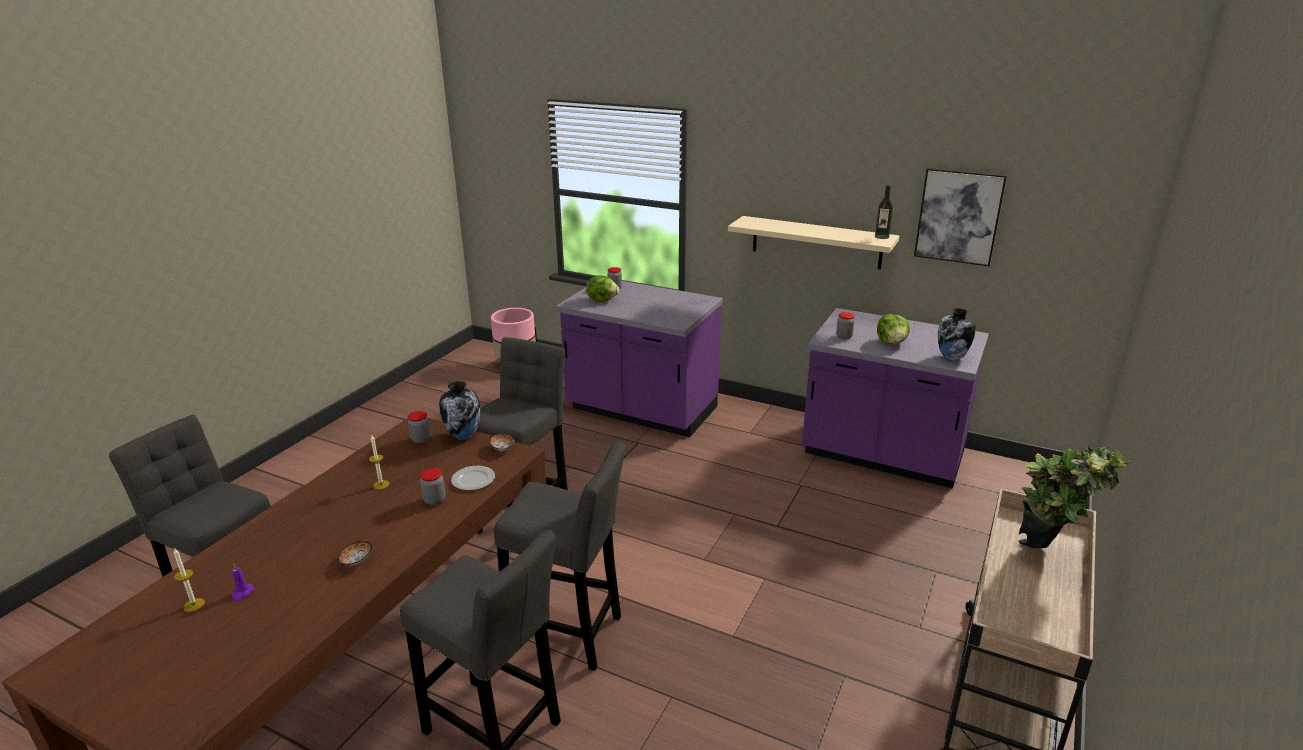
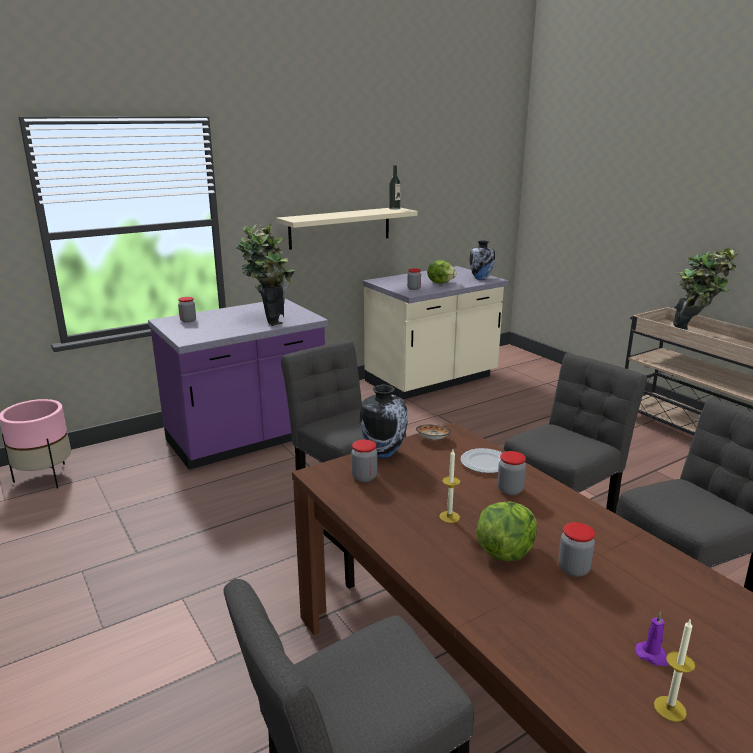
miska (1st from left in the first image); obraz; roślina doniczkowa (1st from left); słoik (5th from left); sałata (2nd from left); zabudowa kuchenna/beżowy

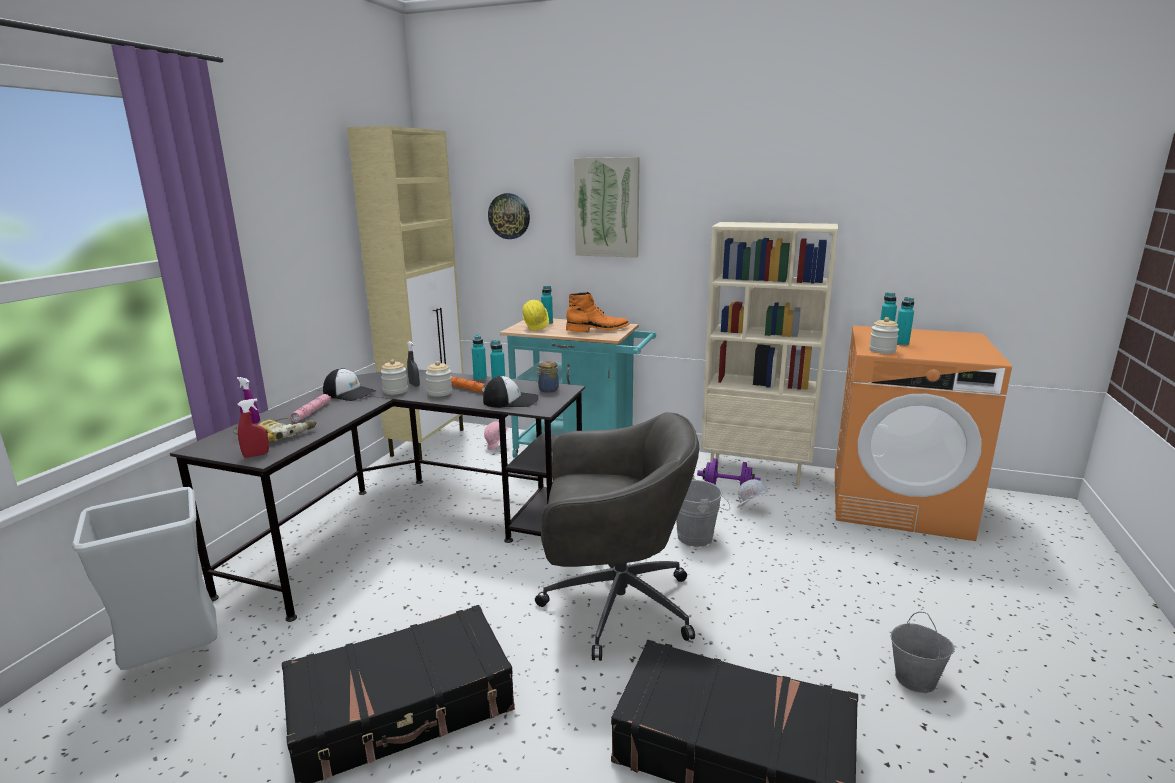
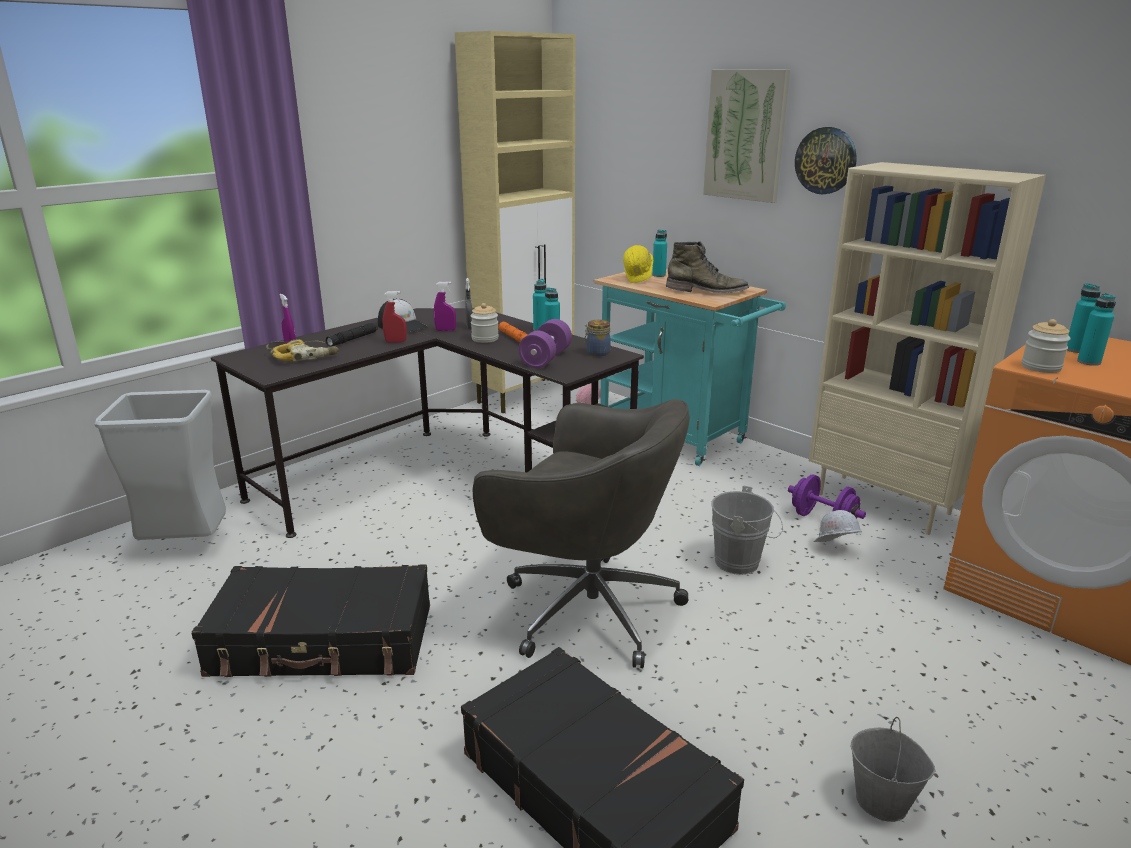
spryskiwacz/czerwony; zegar ścienny; spryskiwacz/fioletowy (2nd from left); hantel/fioletowy (1st from left); latarka/czarny; but z cholewką/zielony

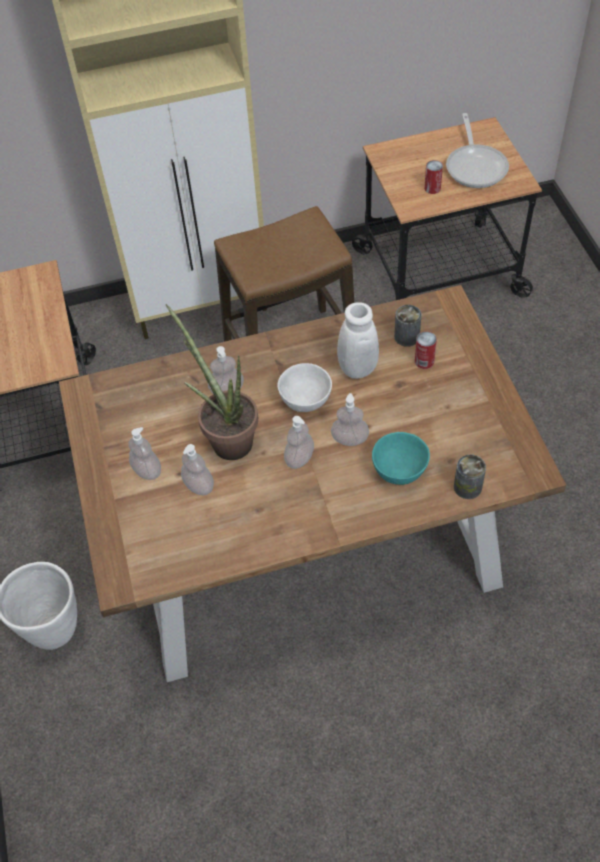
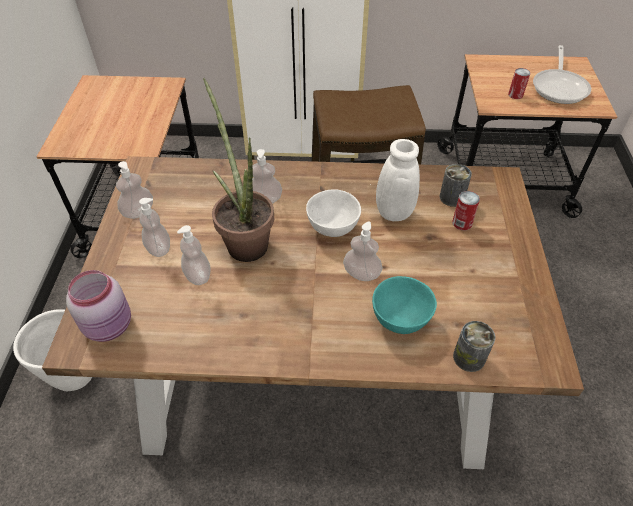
słoik/różowy; dozownik mydła (1st from left)

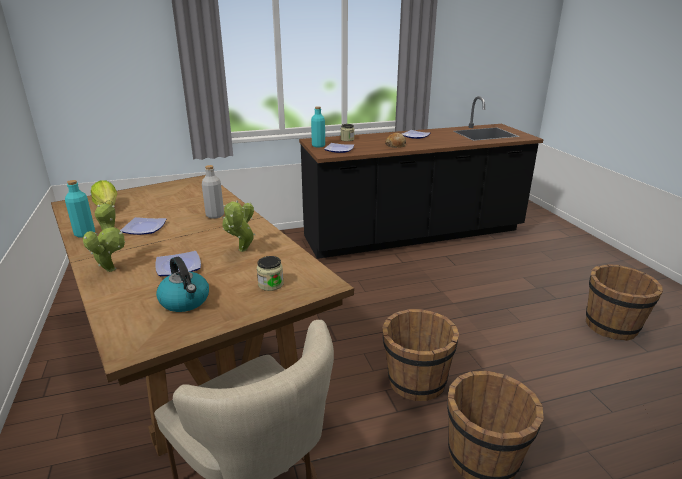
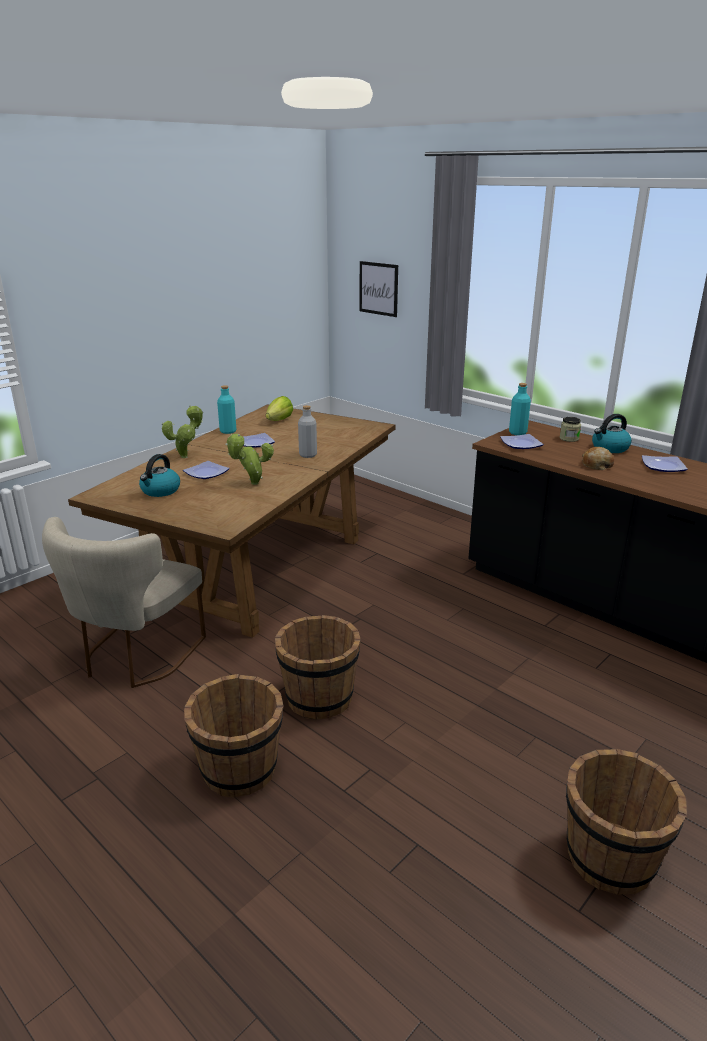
słoik (1st from left in the first image); obraz; czajnik (2nd from left)

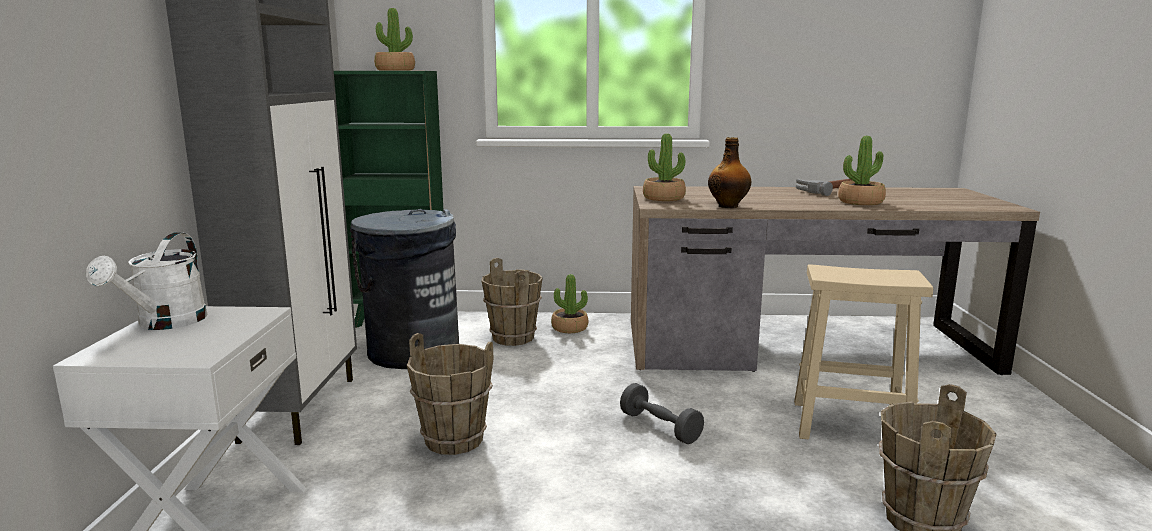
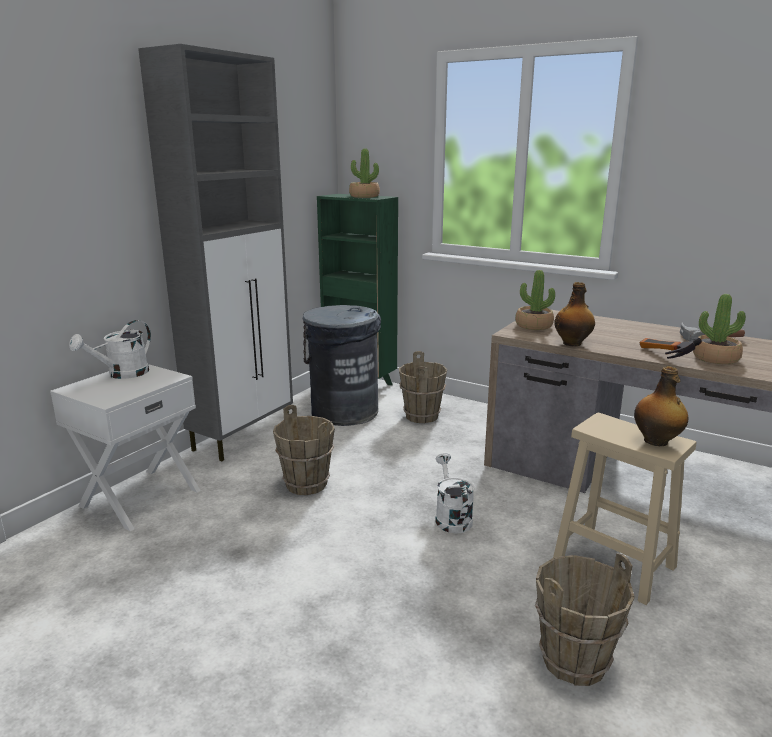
roślina doniczkowa (2nd from left in the first image); butelka (2nd from left); młotek (1st from left); konewka/biały (2nd from left)

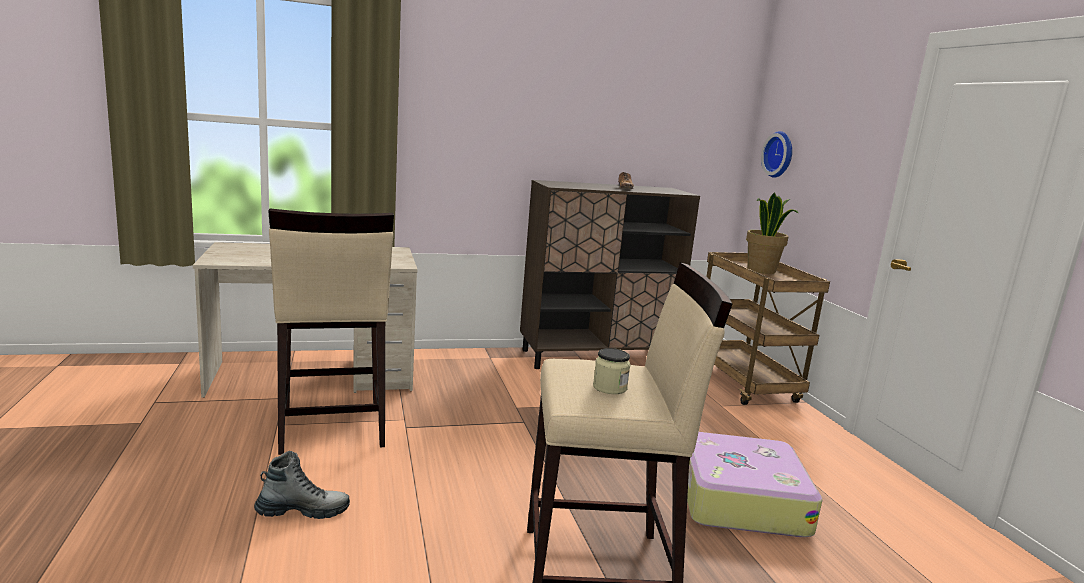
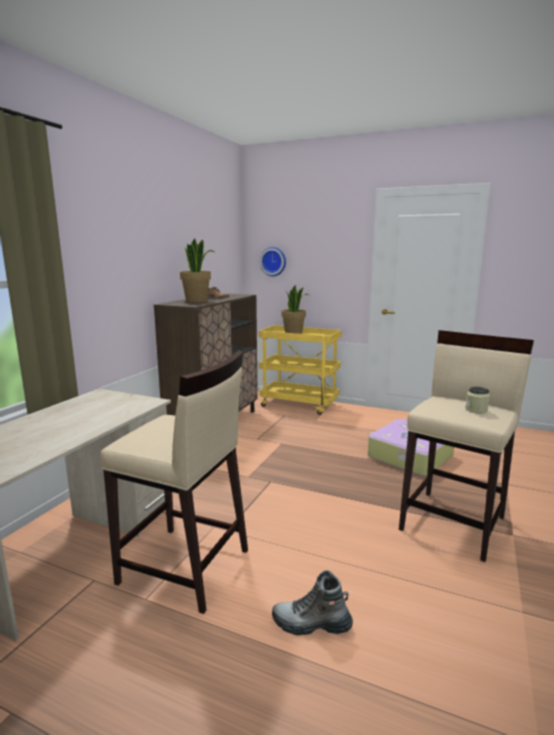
roślina doniczkowa (1st from left); wózek/żółty; but z cholewką

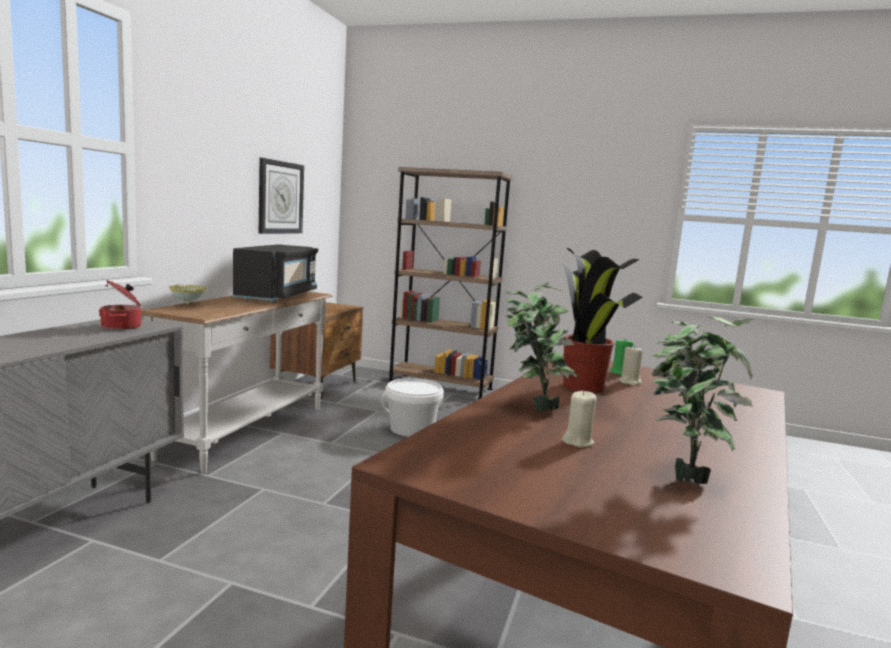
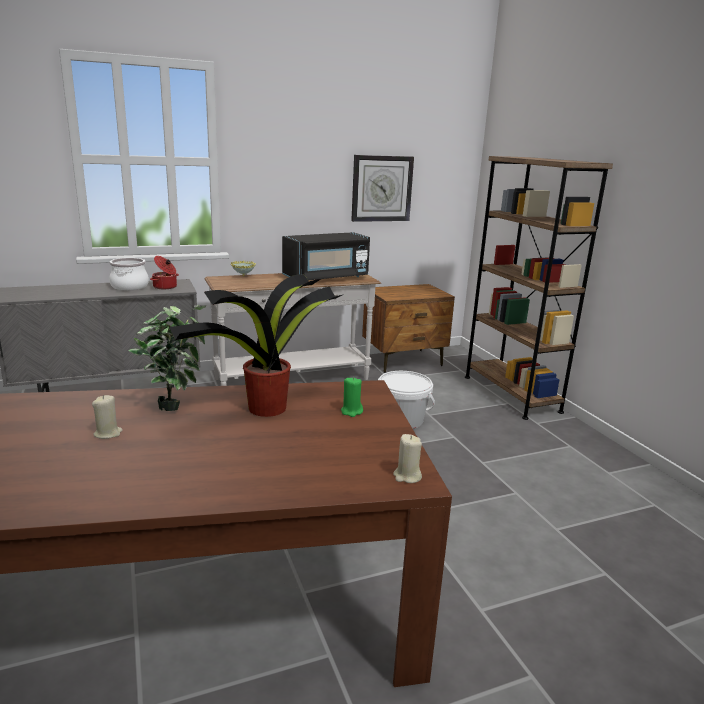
roślina doniczkowa (3rd from left in the first image); garnek (1st from left); świeca/beżowy (2nd from left)

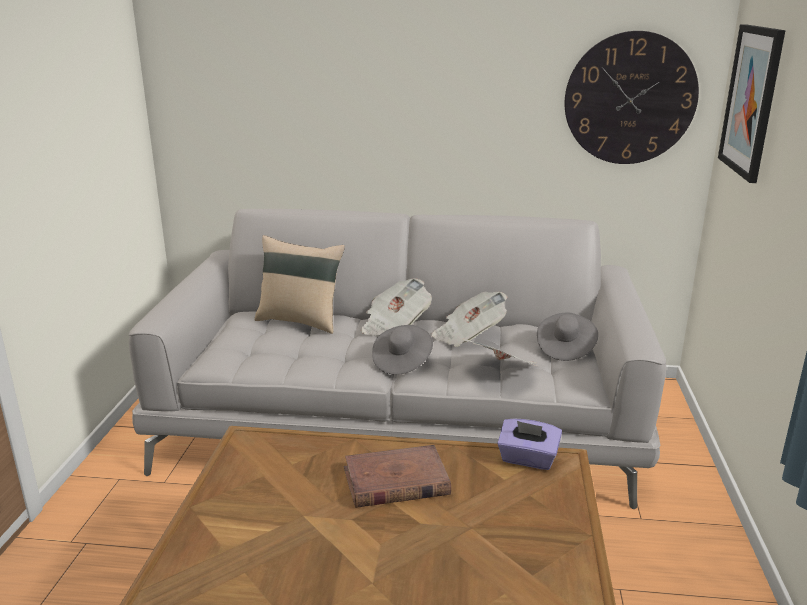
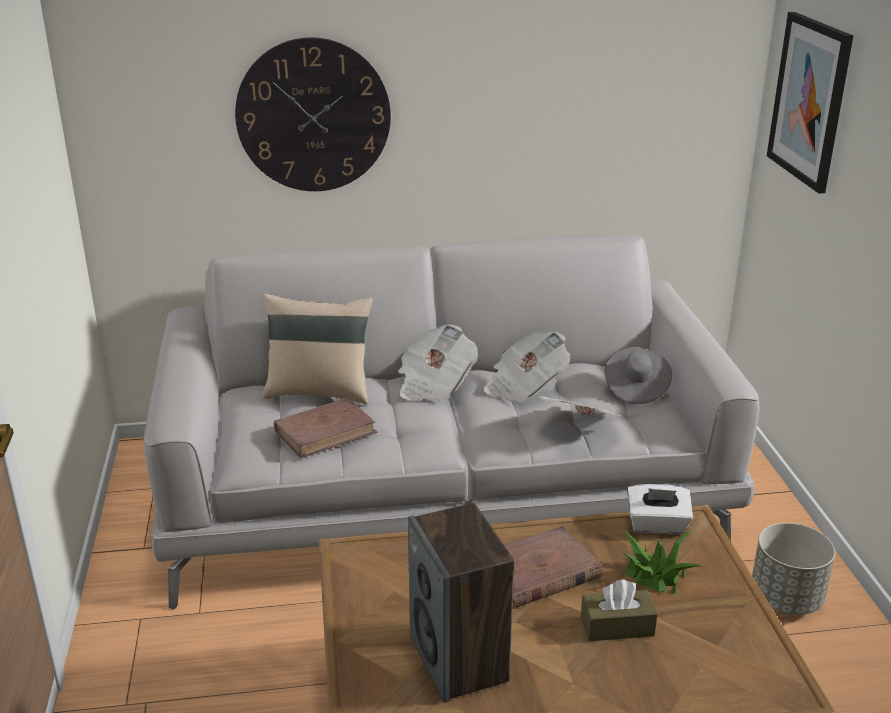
kapelusz/szary (1st from left in the first image); książka/brązowy (1st from left); głośnik; pudełko chusteczek/brązowy; roślina doniczkowa; donica/szary; zegar ścienny; pudełko chusteczek/biały

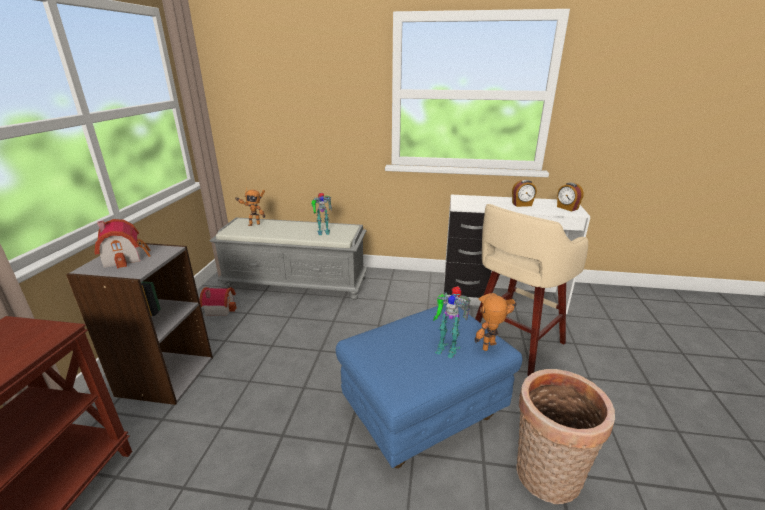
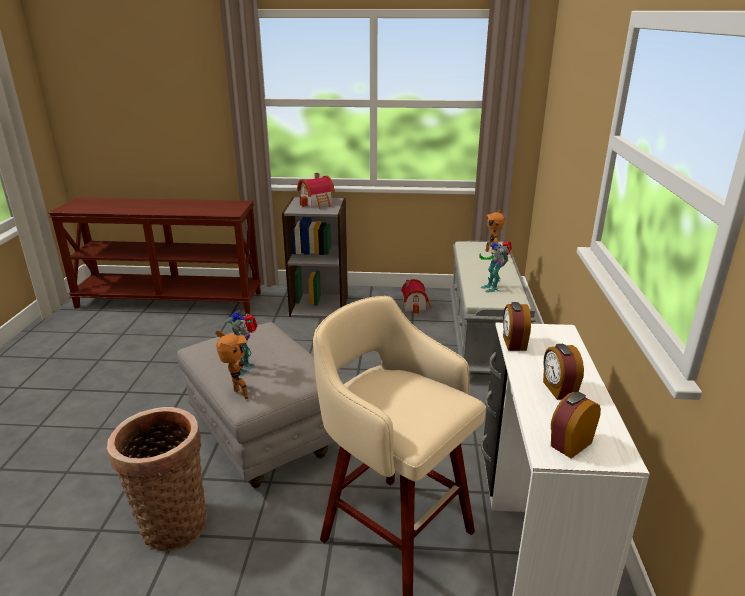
budzik (1st from left); pufa/szary

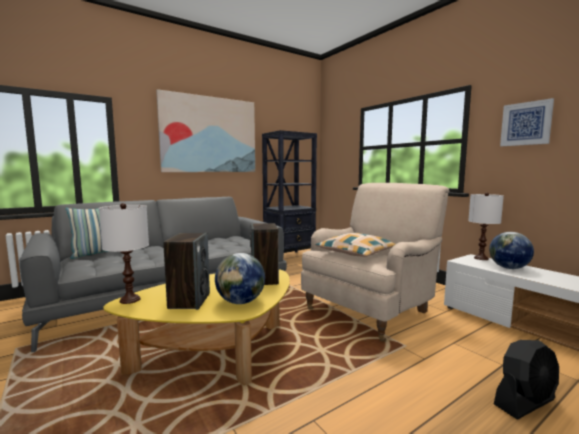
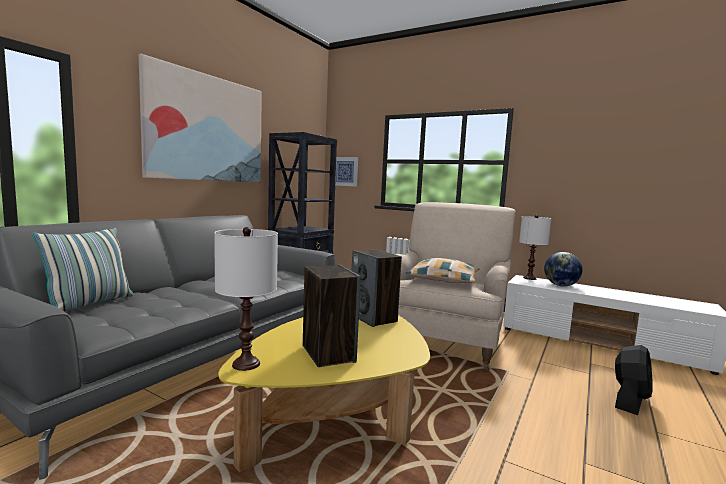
globus (1st from left in the first image); obraz (2nd from left)

